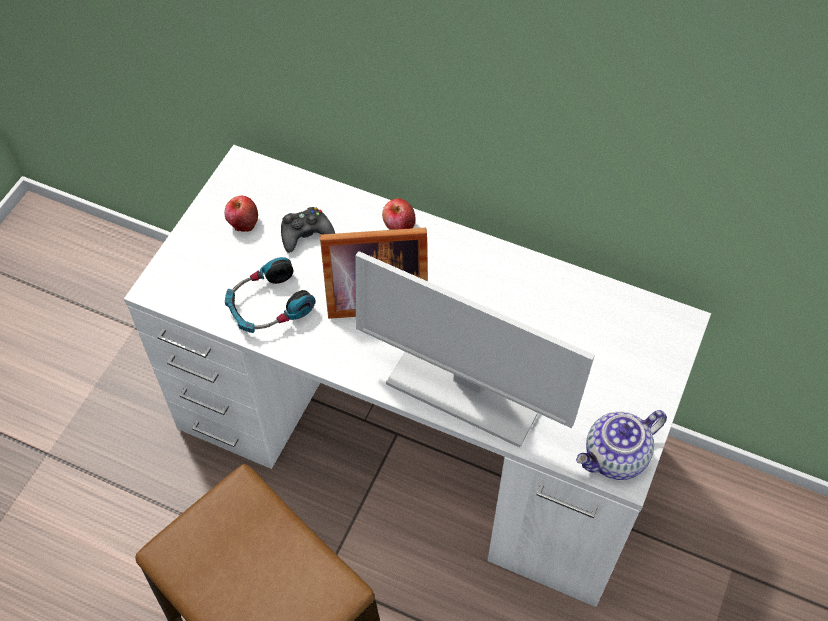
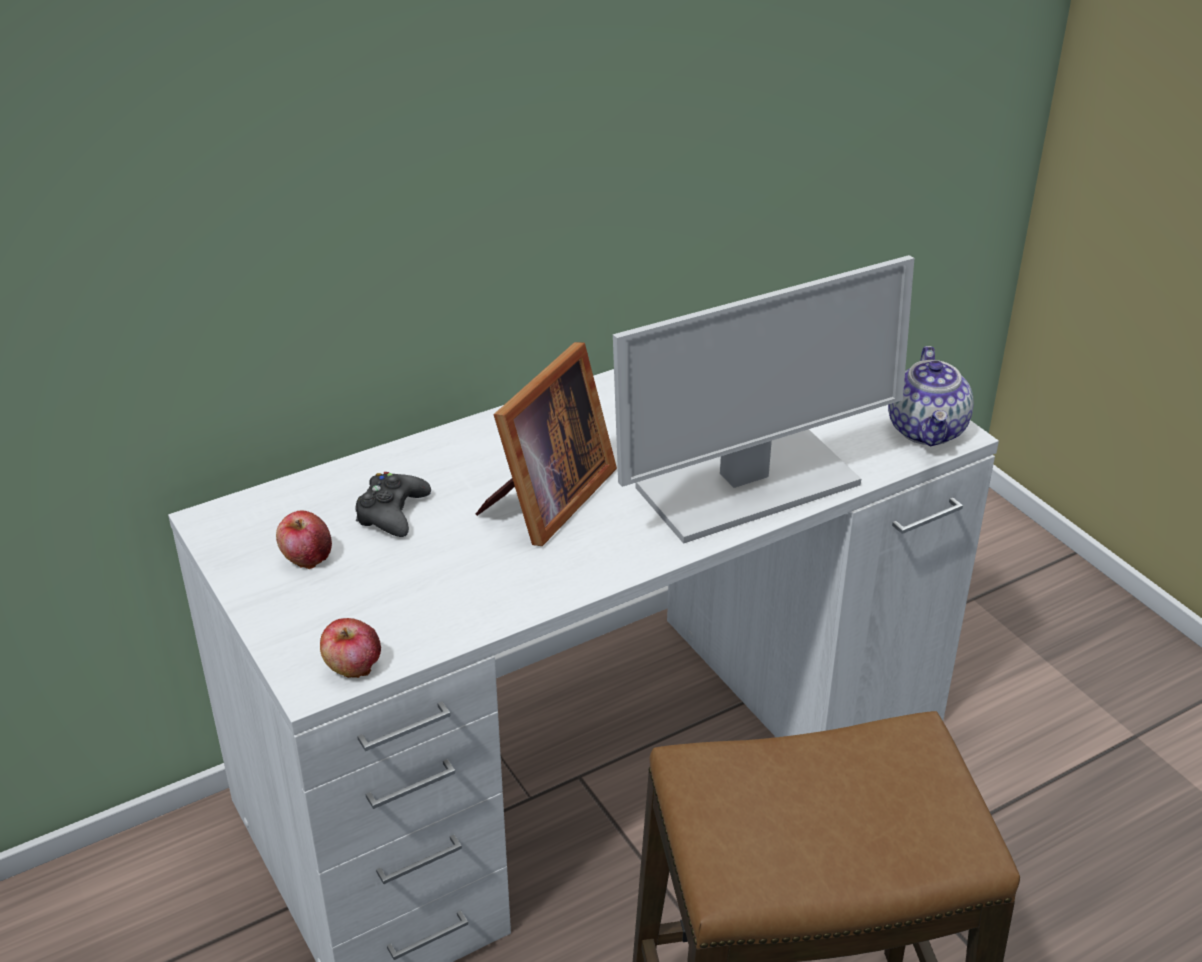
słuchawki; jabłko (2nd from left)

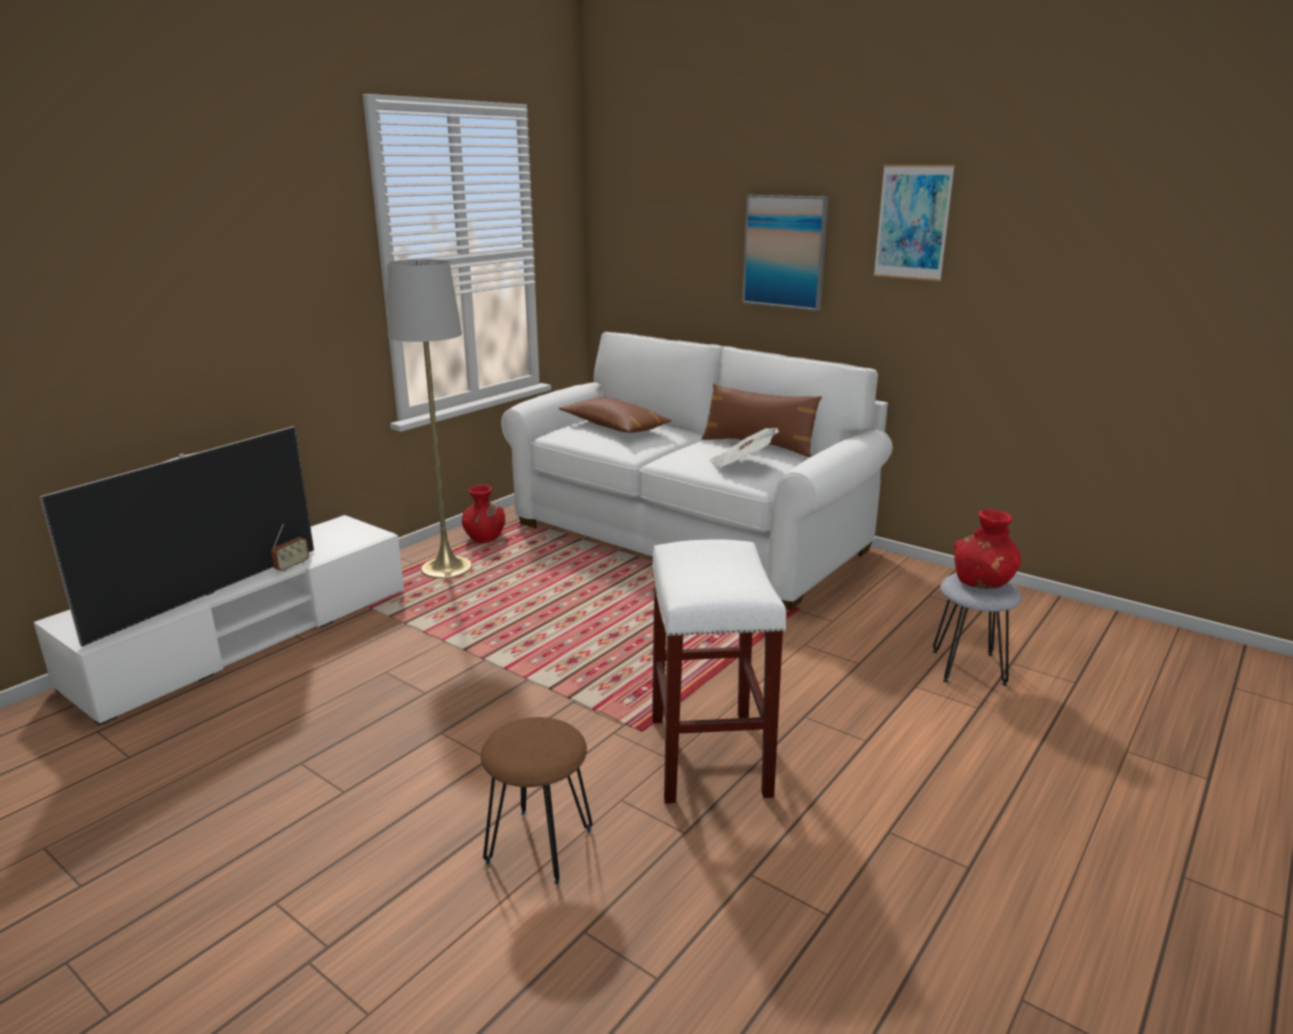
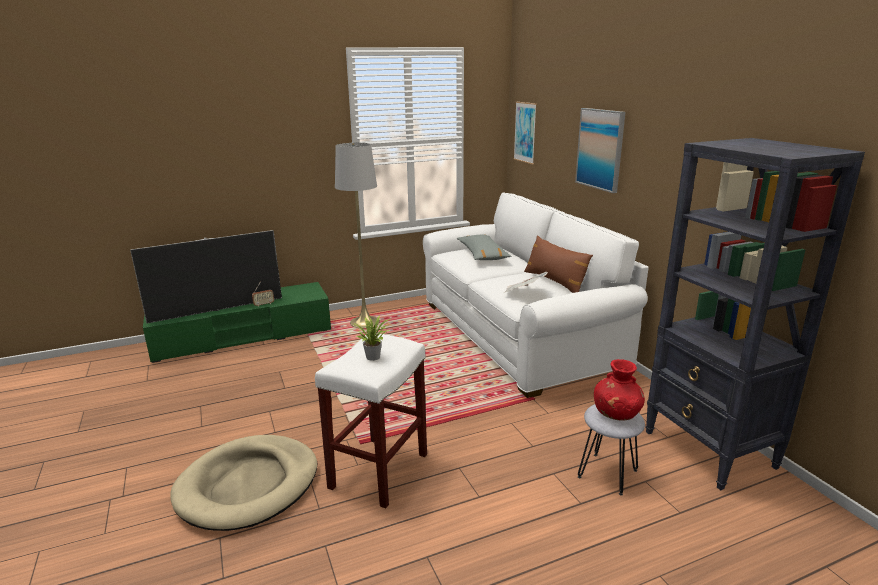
wazon/czerwony (1st from left in the first image); roślina doniczkowa; regał/czarny; obraz (1st from left); legowisko/beżowy; szafka pod telewizor/zielony; poduszka/szary

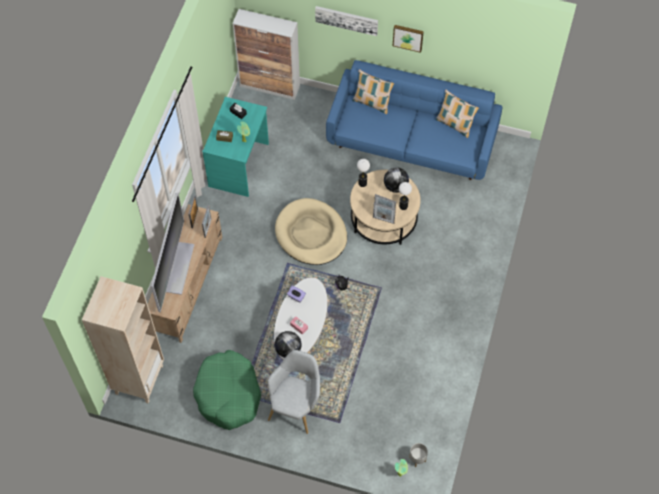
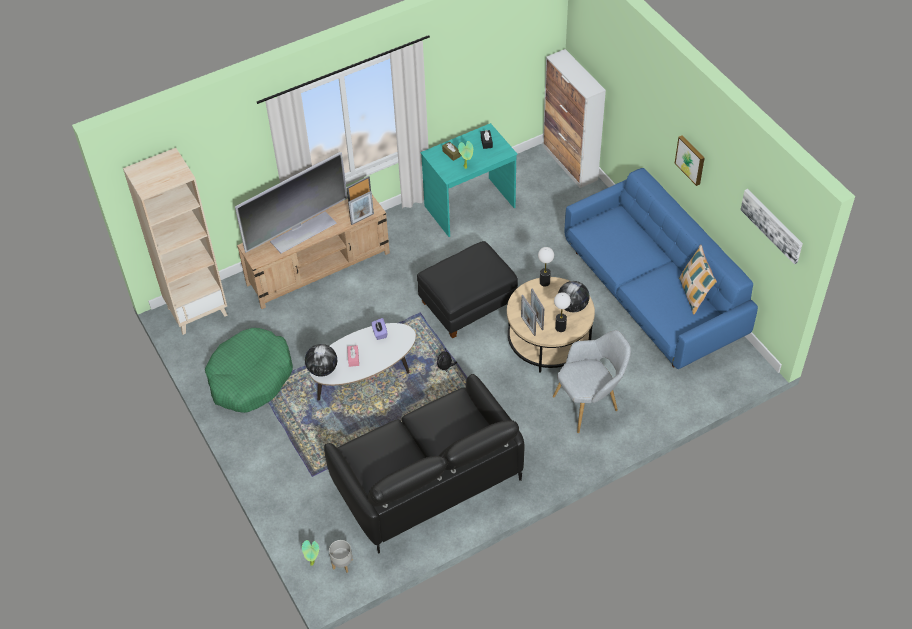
poduszka (1st from left in the first image); kanapa/czarny; fotel/szary; obraz (2nd from left); pufa/czarny

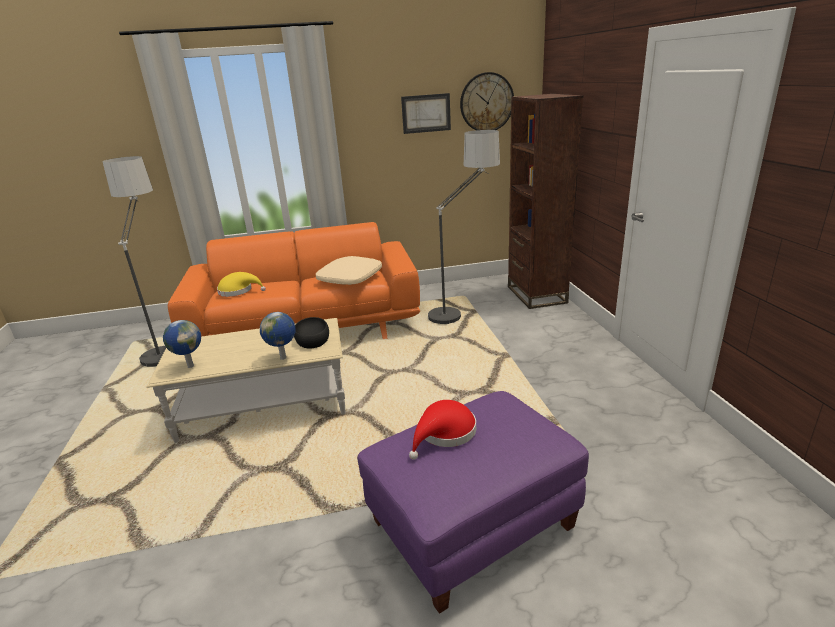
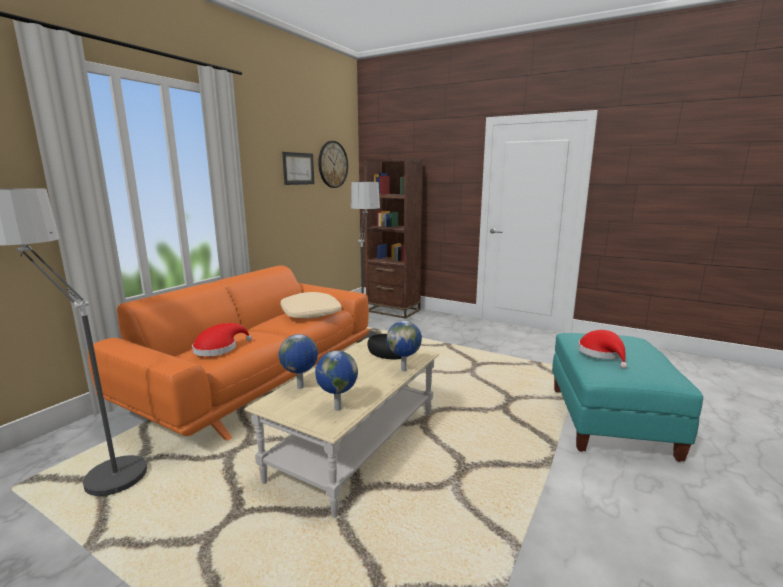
globus (1st from left); kapelusz/czerwony (1st from left); pufa/turkusowy

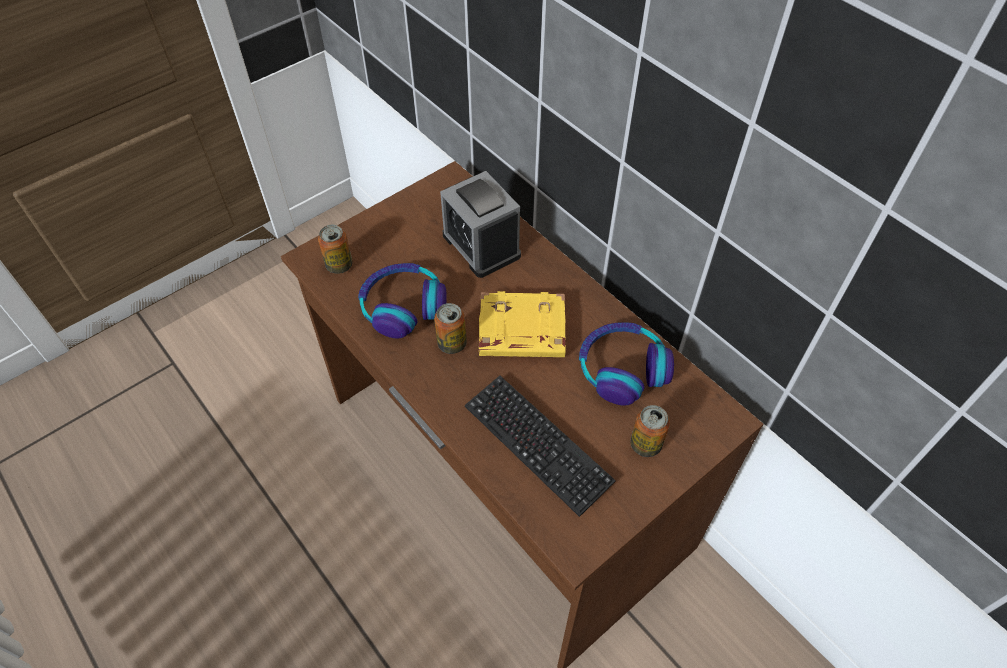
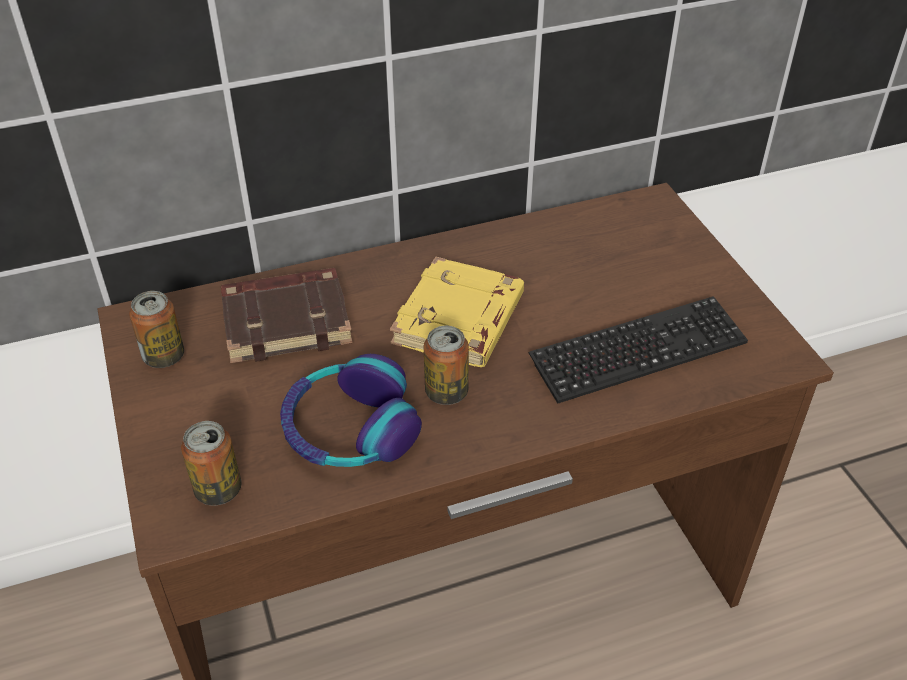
słuchawki (2nd from left in the first image); puszka (1st from left); książka/brązowy

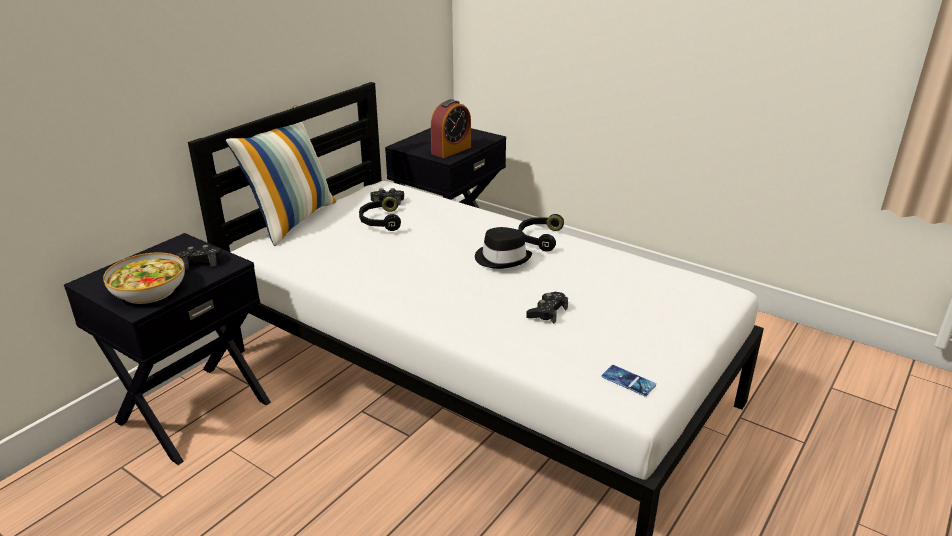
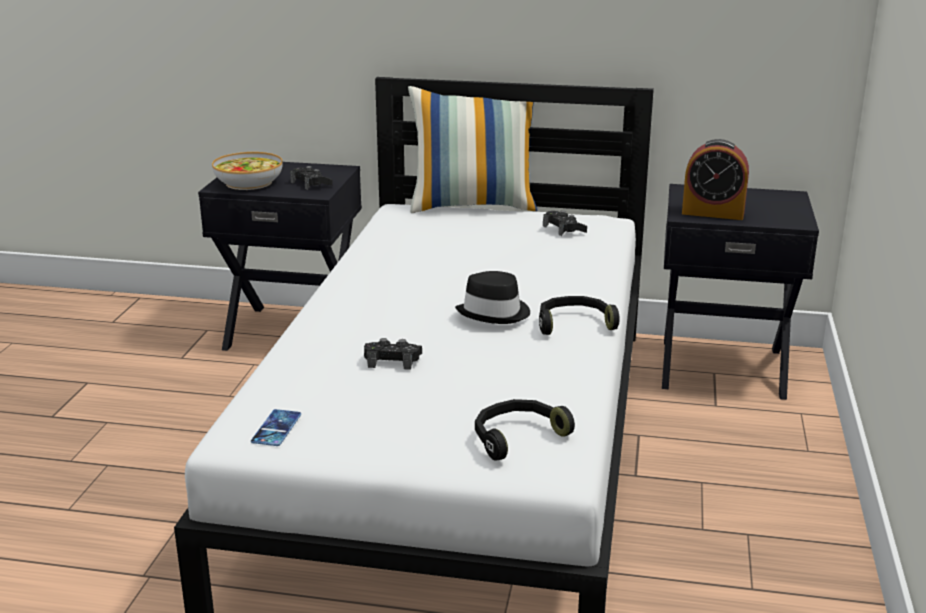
słuchawki/czarny (1st from left)

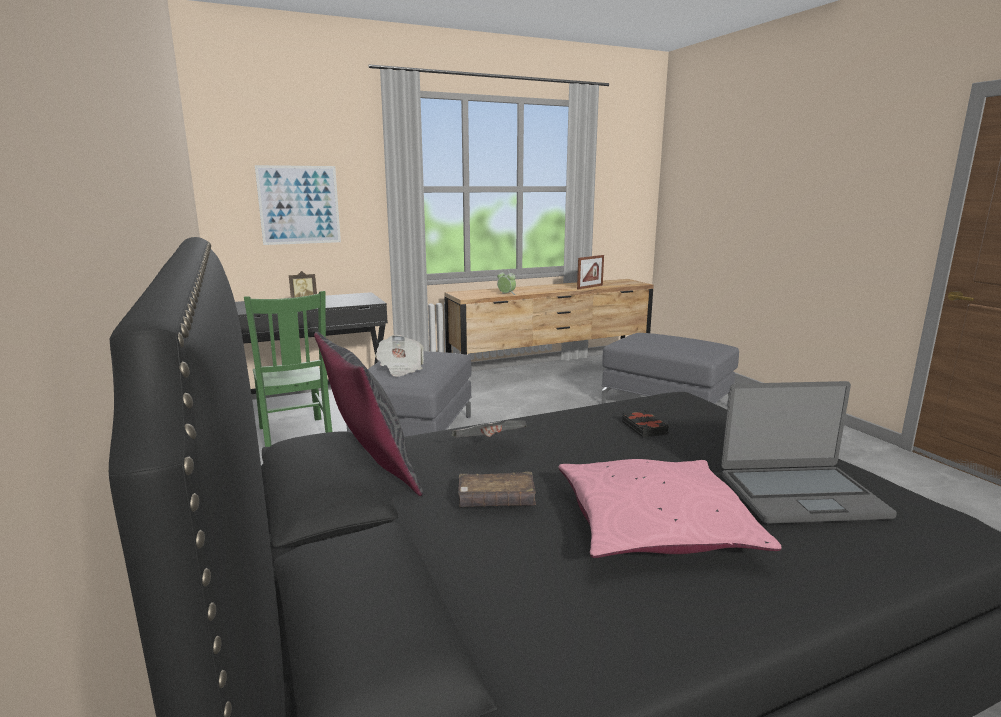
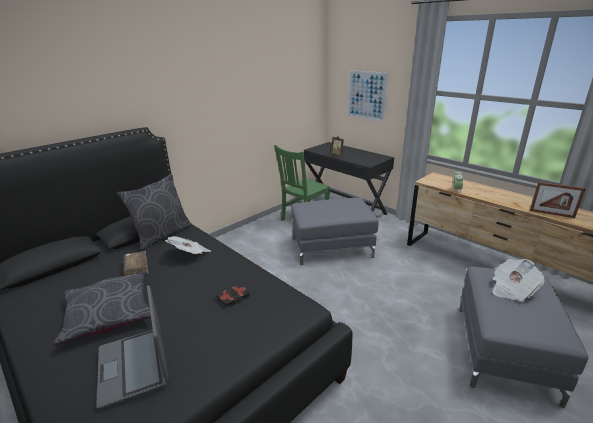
gazeta (2nd from left); poduszka/szary (1st from left)

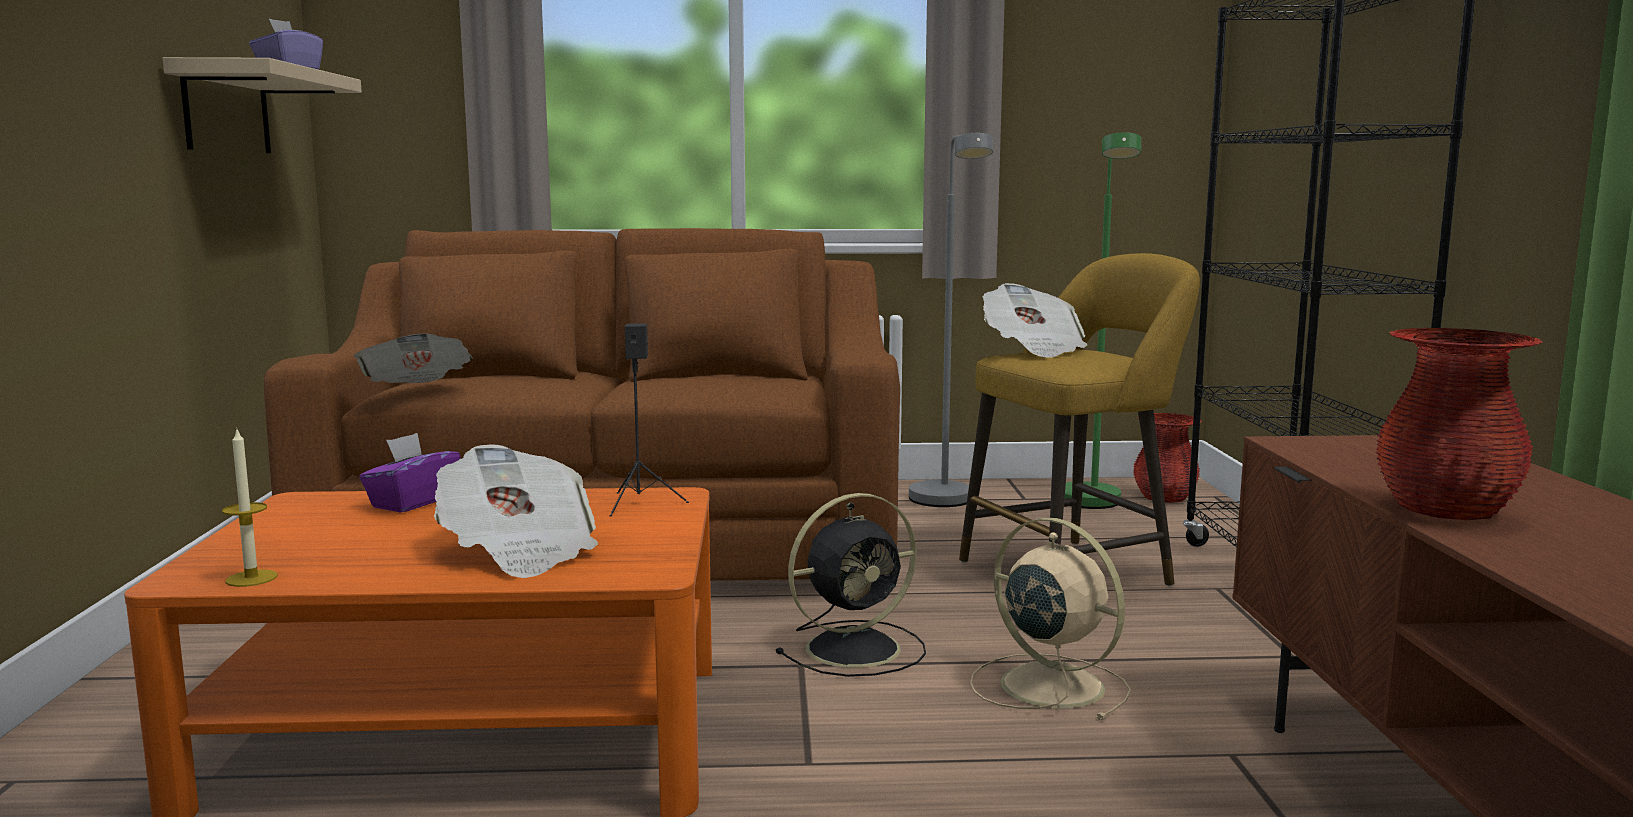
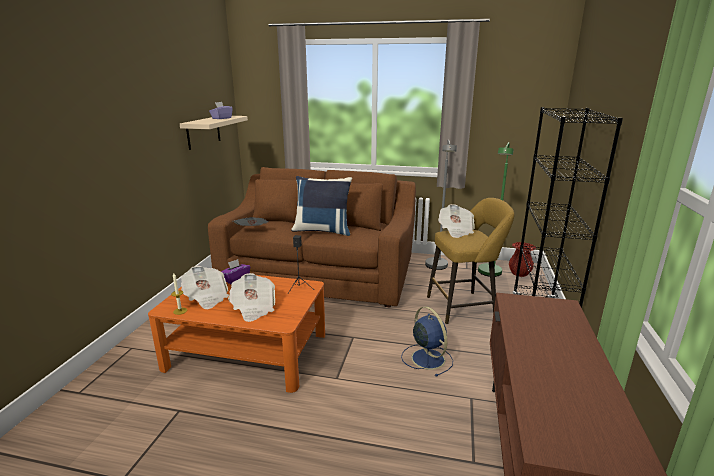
wentylator/czarny; wazon/czerwony (2nd from left in the first image); gazeta (1st from left); poduszka/niebieski; wentylator/niebieski

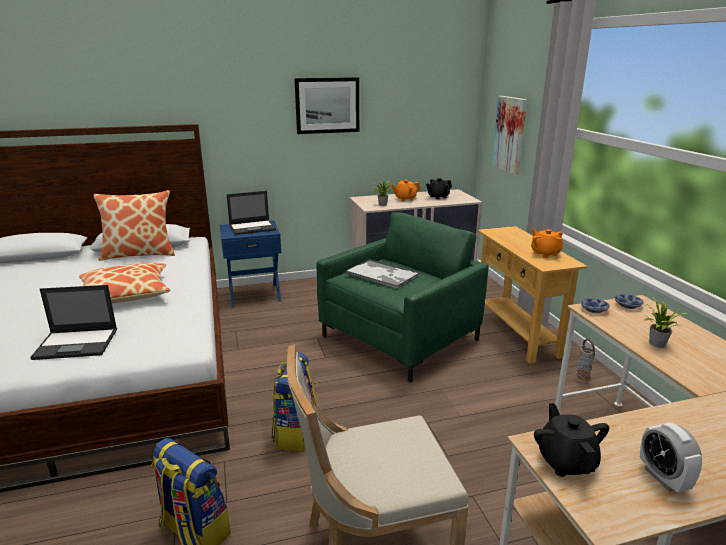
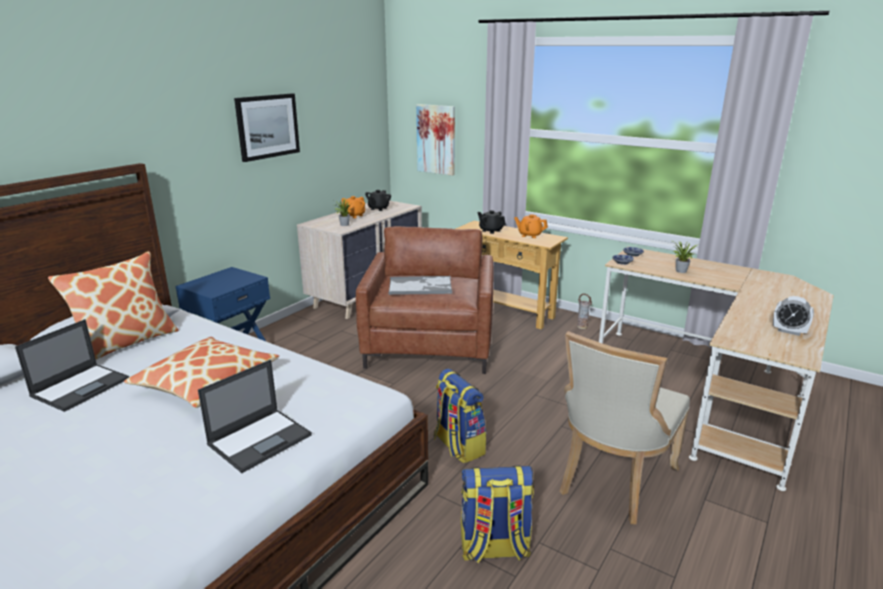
laptop (1st from left); imbryk/czarny (2nd from left); fotel/brązowy

